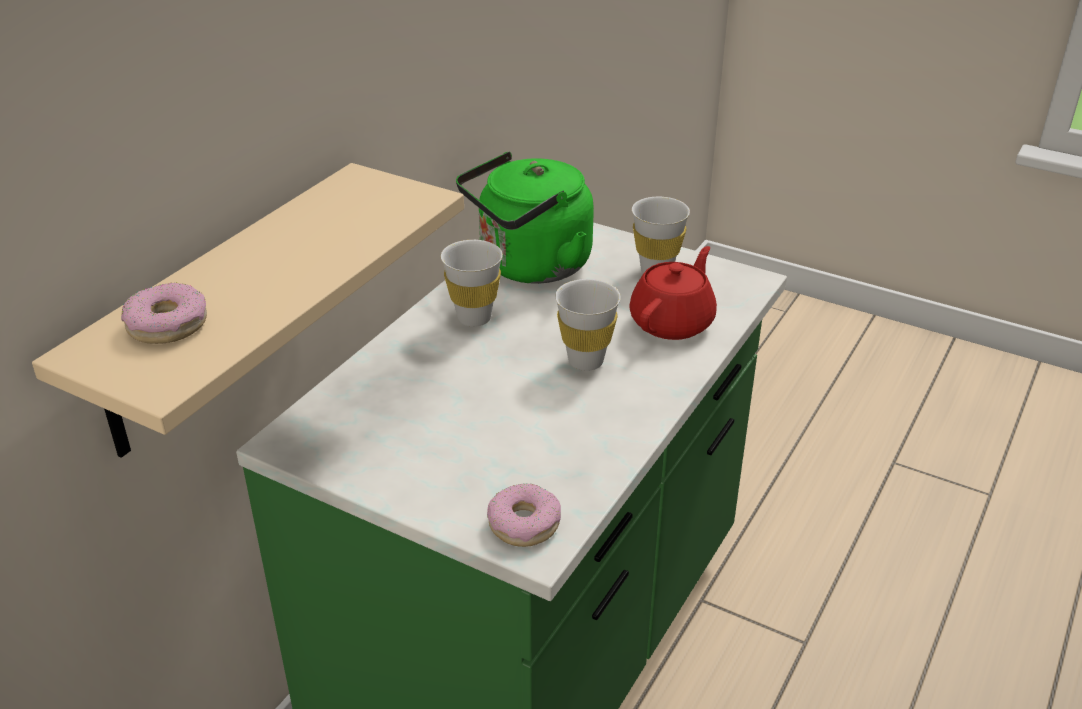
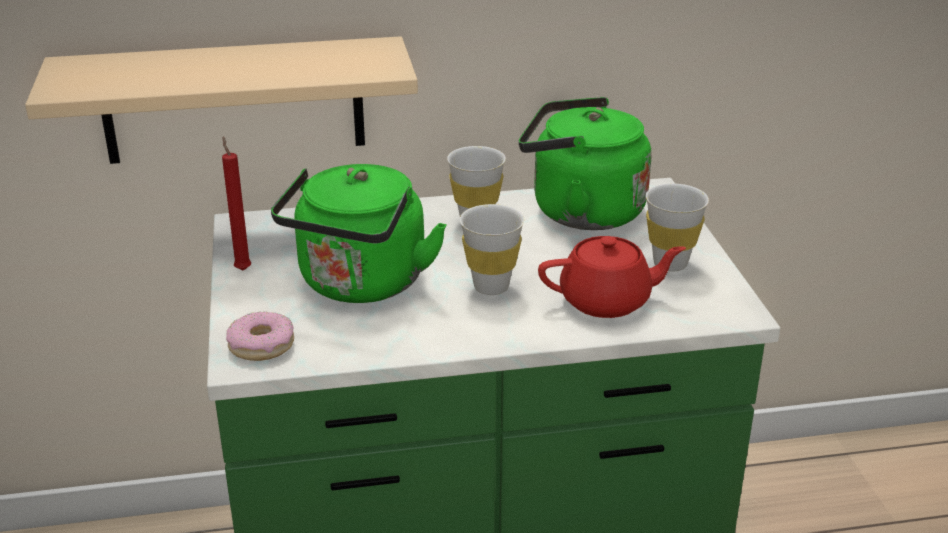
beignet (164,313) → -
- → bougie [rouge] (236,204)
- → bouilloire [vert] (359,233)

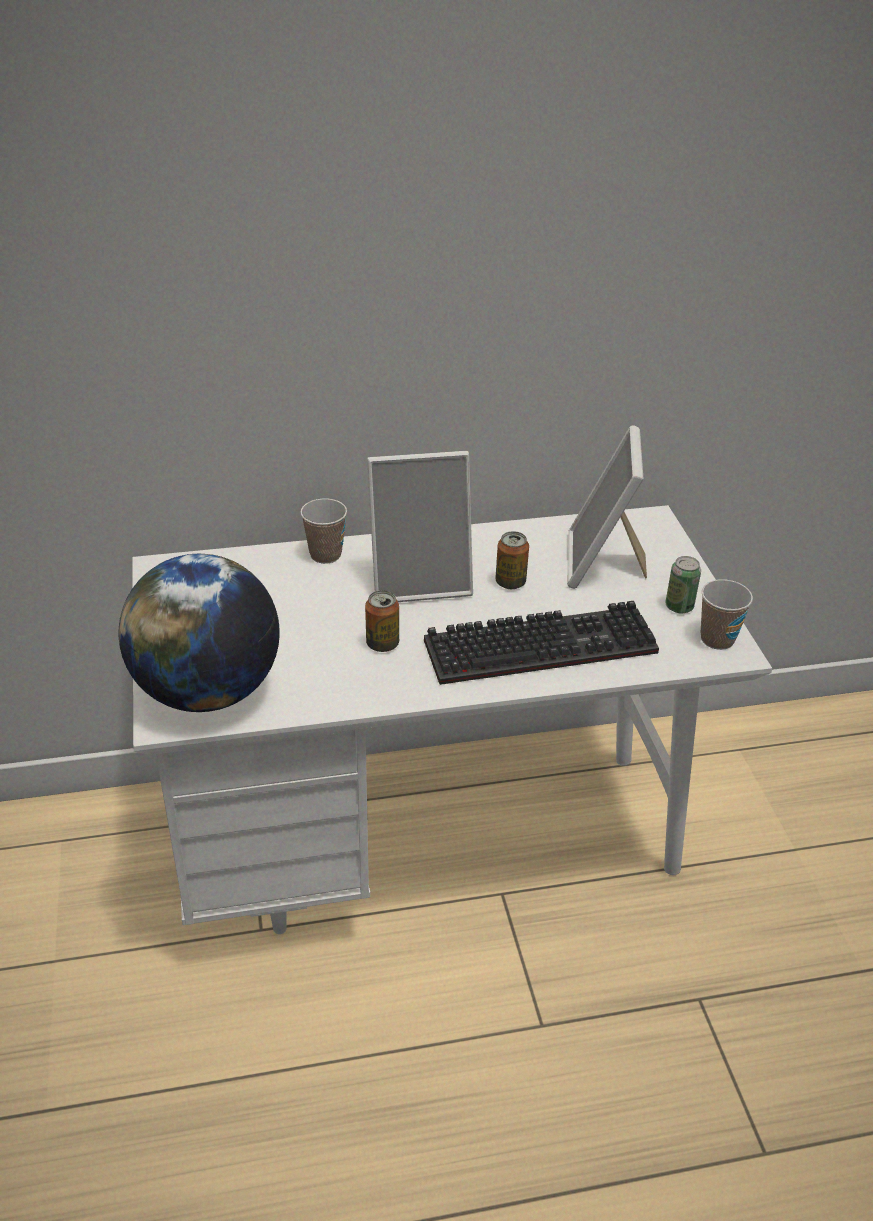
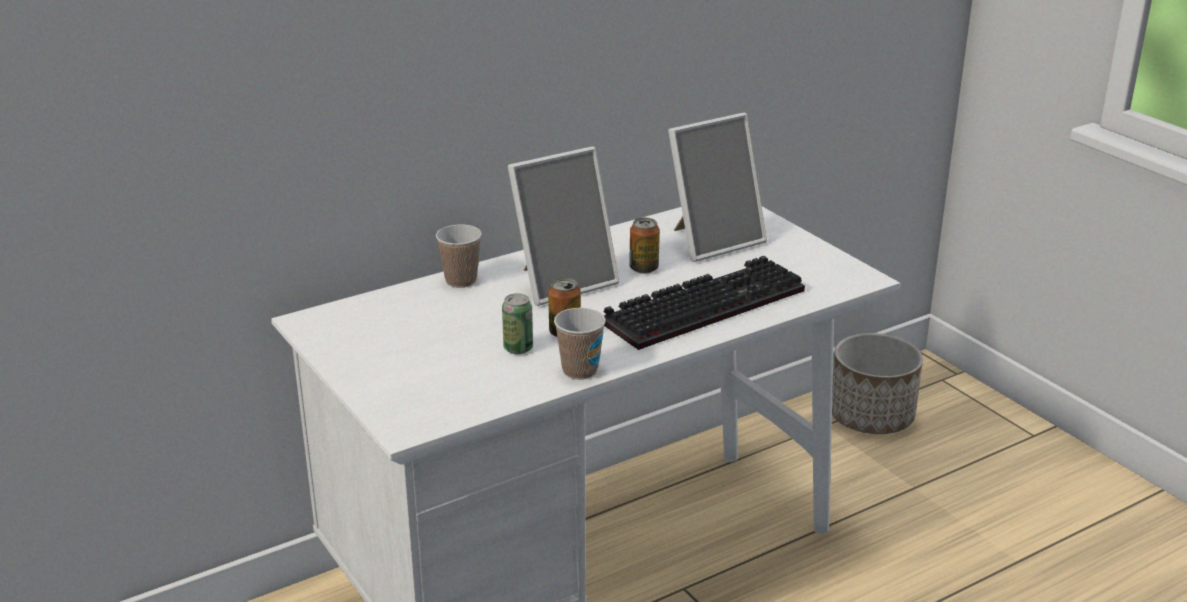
cadre photo (607,507) → cadre photo (717,187), 105 degrees counterclockwise
globe (199,633) → -
boîte métallique (683,584) → boîte métallique (517,323), shifted
tasse (727,614) → tasse (580,344), shifted
- → cache-pot (877,383)

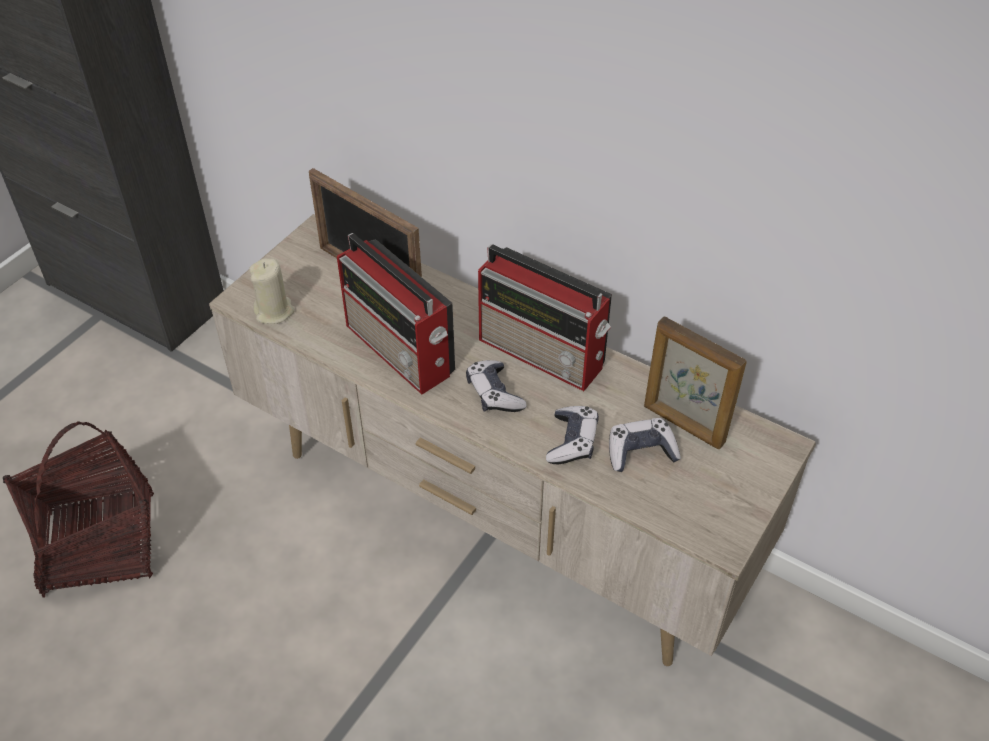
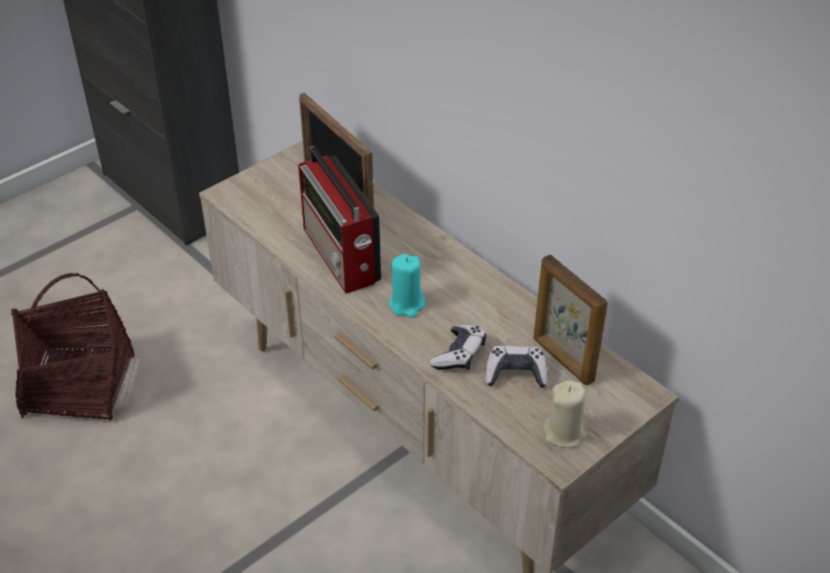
radio (545,317) → -
bougie [beige] (272,291) → bougie [beige] (564,414), shifted
manette (496,386) → bougie [turquoise] (407,286)

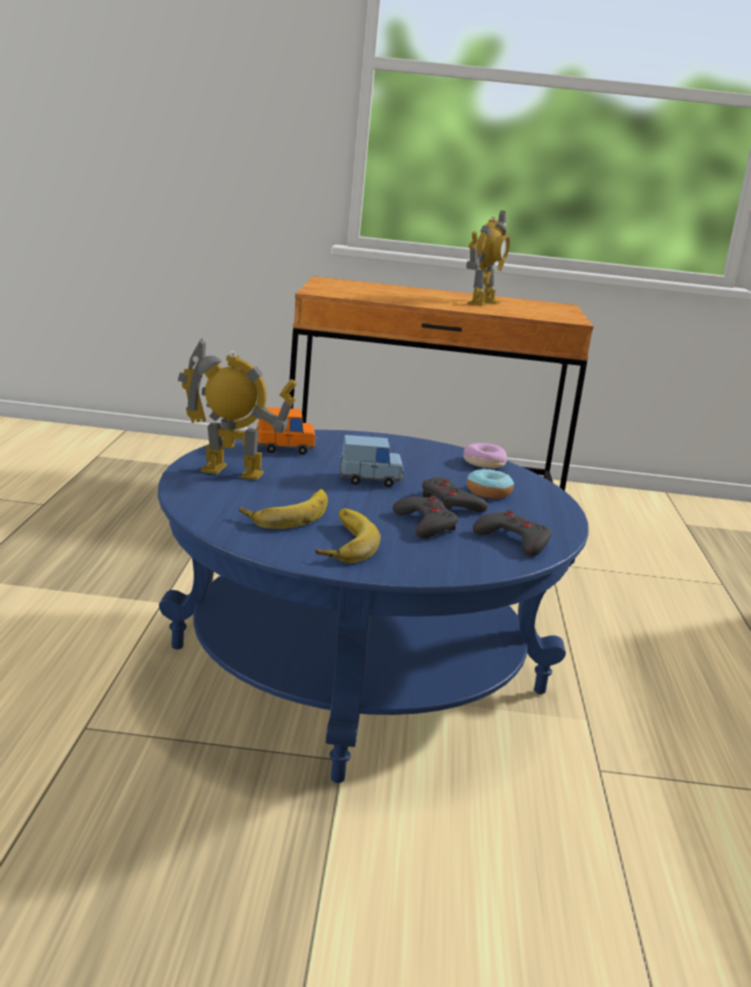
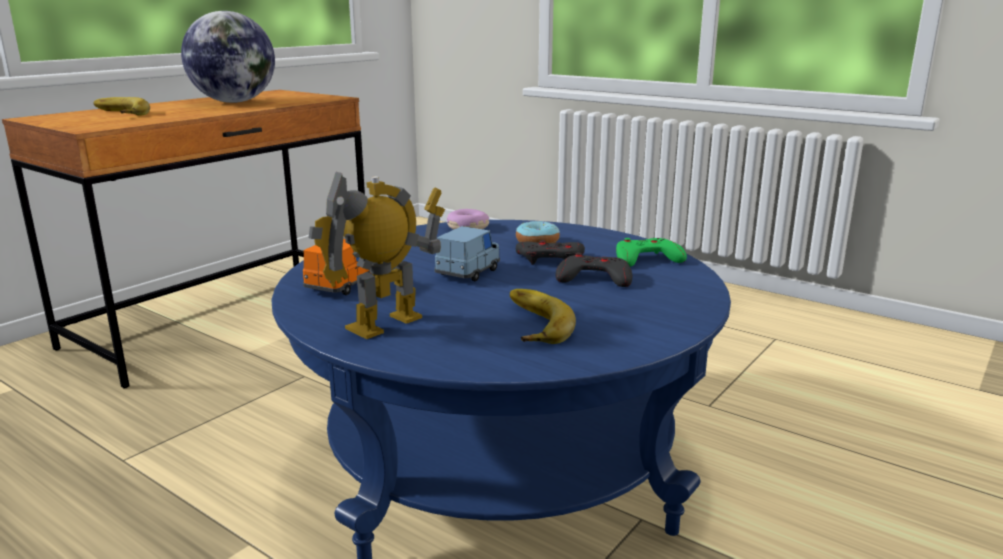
robot jouet (488,258) → globe (228,57)
banane (348,536) → banane (122,106), shifted
manette [gris] (512,533) → manette [vert] (651,252)

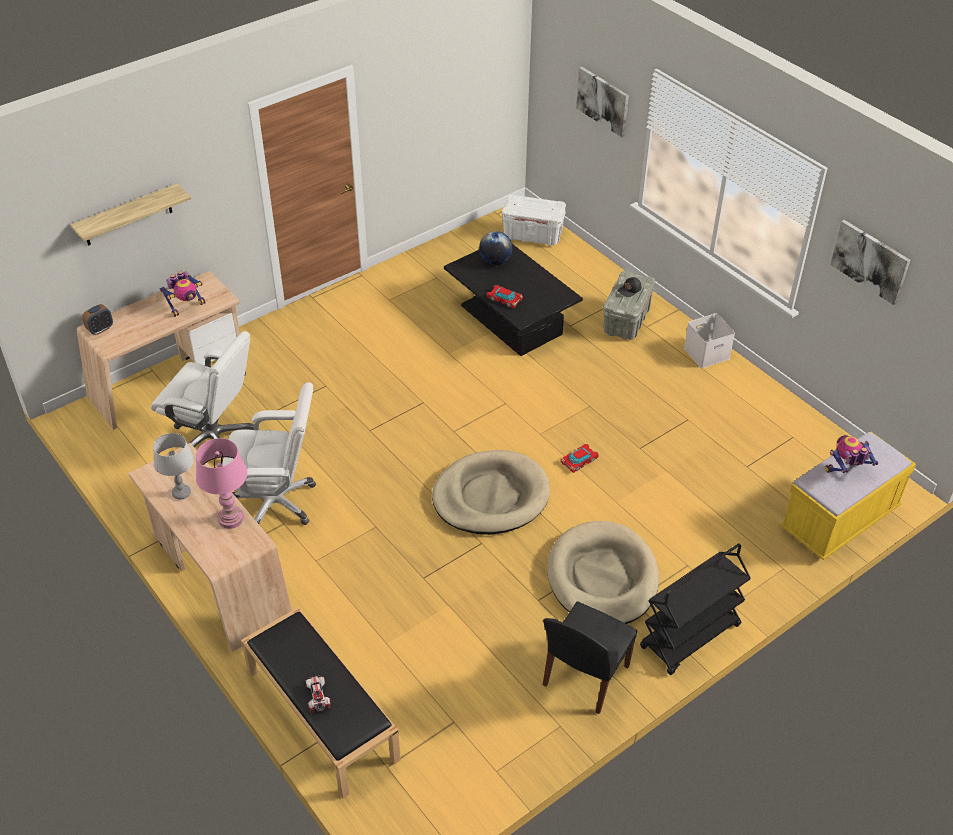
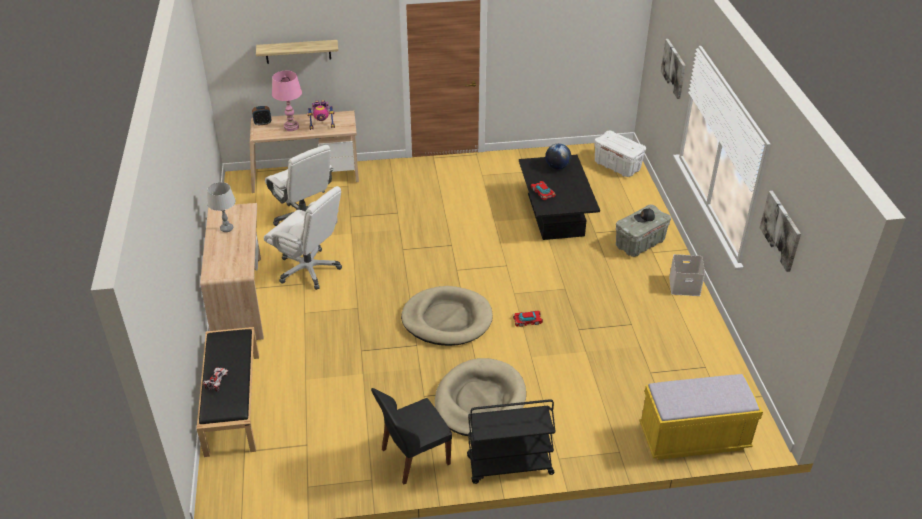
robot jouet (851,454) → -
lampe de table [rose] (221,483) → lampe de table [rose] (287,101), shifted

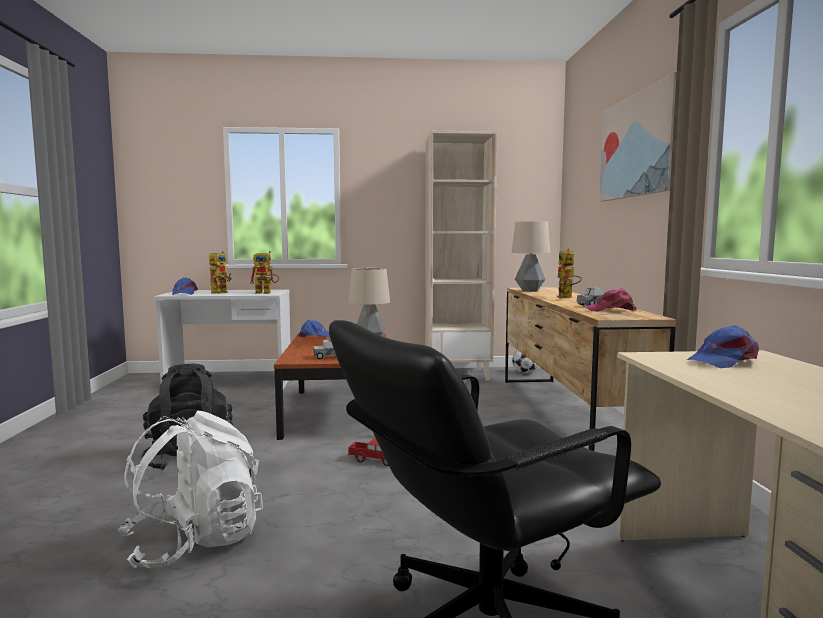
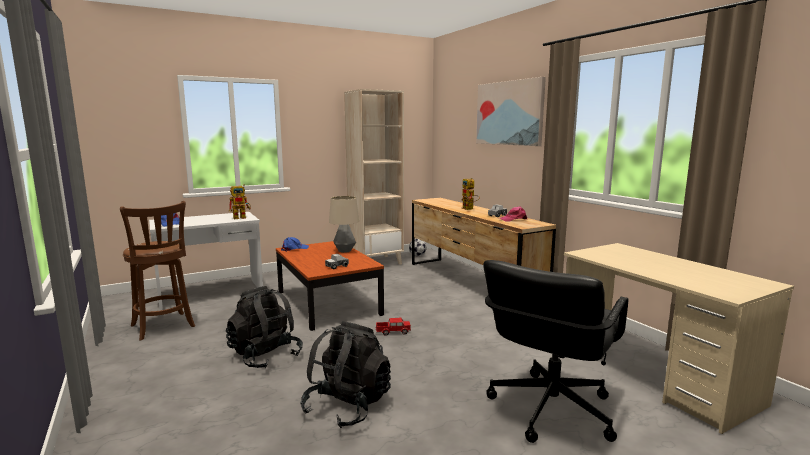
lampe de table (530,256) → -
robot jouet (220,272) → -
casquette [bleu] (723,346) → -
sac à dos [blanc] (190,489) → sac à dos [noir] (345,374)
- → tabouret [marron] (157,270)

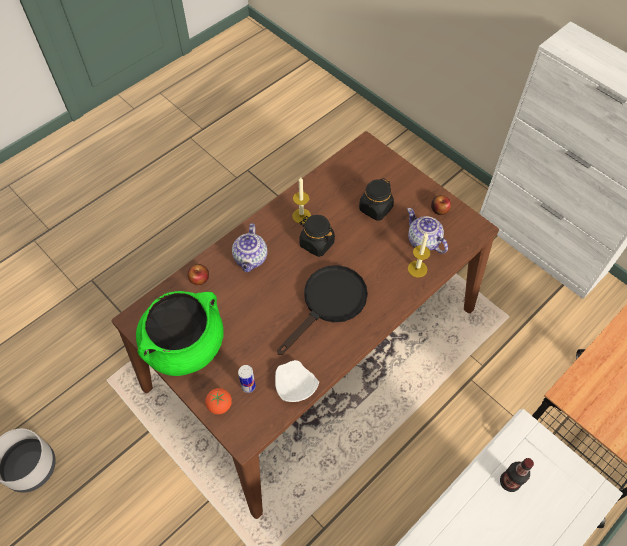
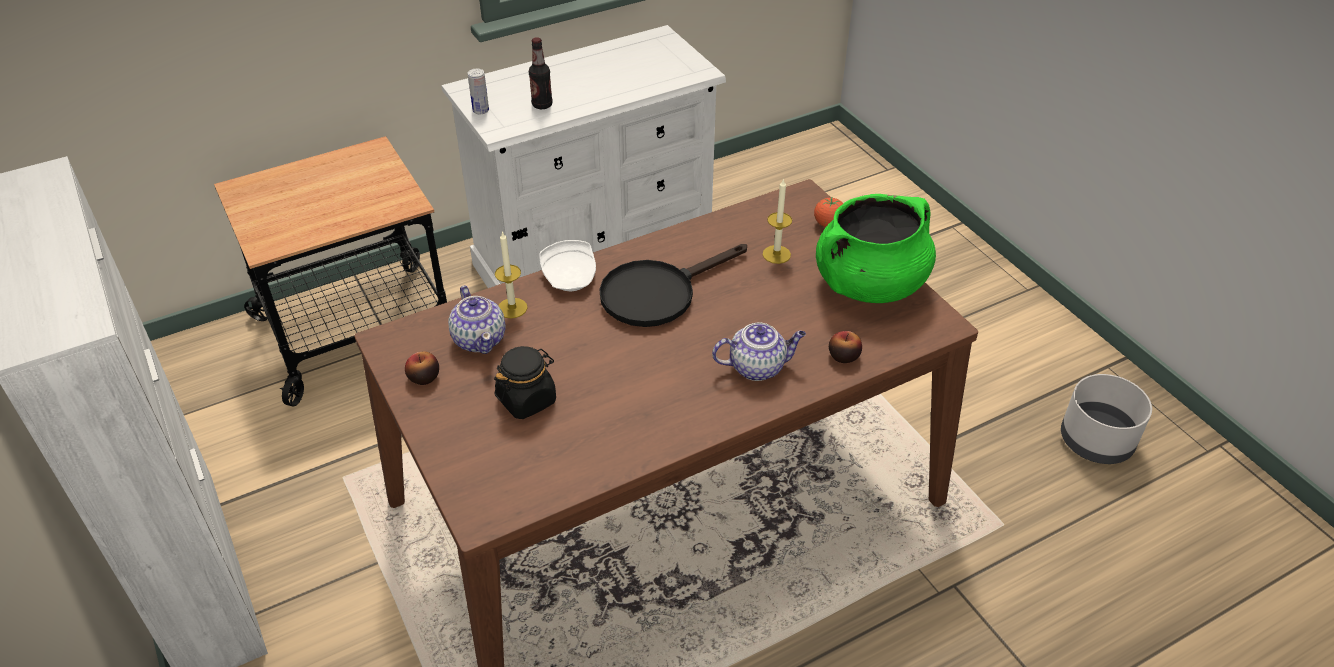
bougie (301,200) → bougie (777,221), shifted
bocal [noir] (317,236) → -
théière (250,247) → théière (759,352), 60 degrees clockwise
assiette [blanc] (297,381) → assiette [blanc] (567,265), shifted
boîte métallique (247,379) → boîte métallique (478,91), shifted

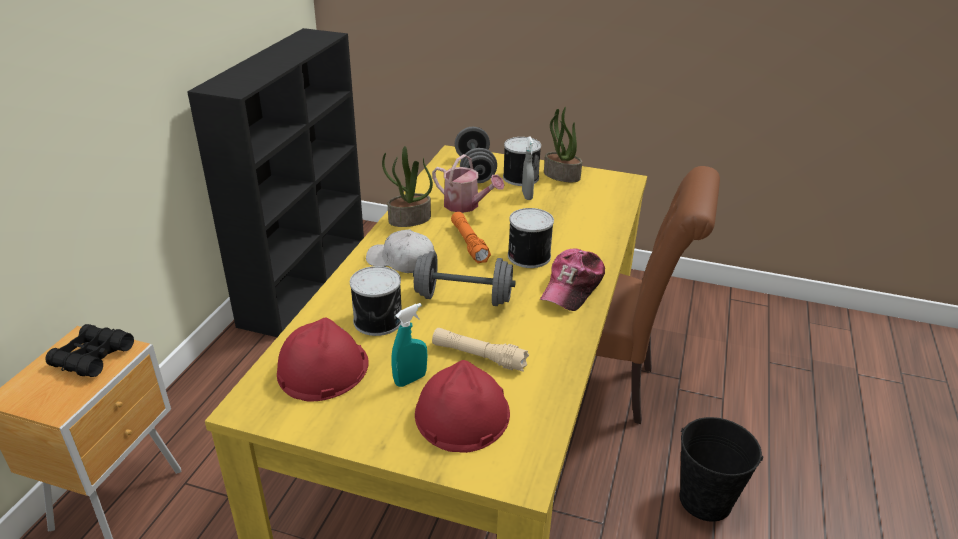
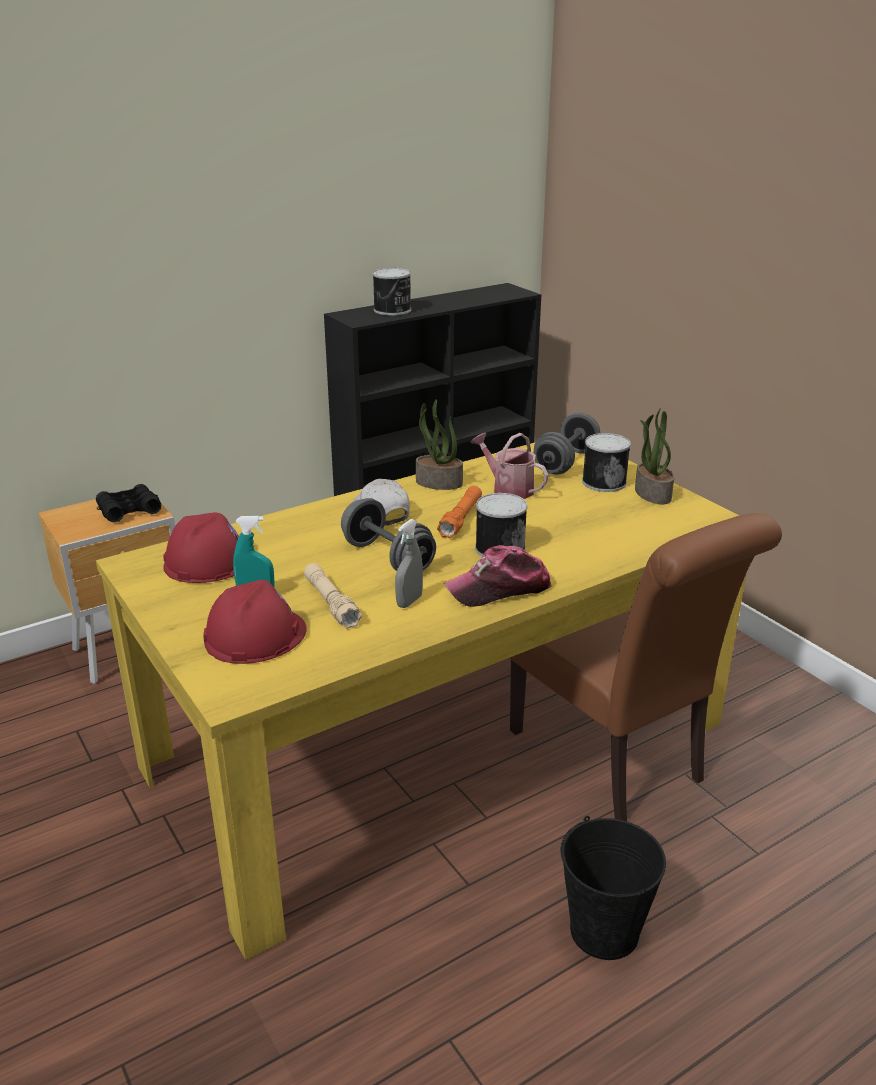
vaporisateur [gris] (528,168) → vaporisateur [gris] (409,563), shifted
arrosoir (468,183) → arrosoir (509,466), 150 degrees clockwise
boîte métallique (376,301) → boîte métallique (392,291), shifted

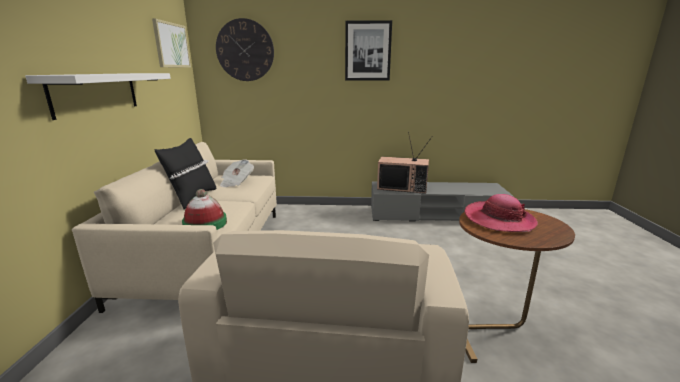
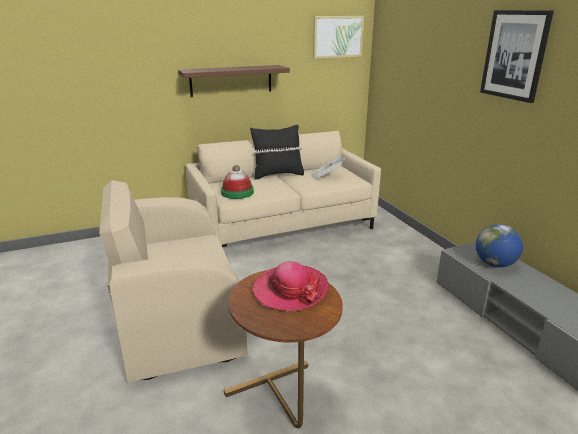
horloge murale (245,49) → -
étagère [blanc] (98,96) → étagère [marron] (234,81)
téléviseur (405,163) → globe (499,245)

